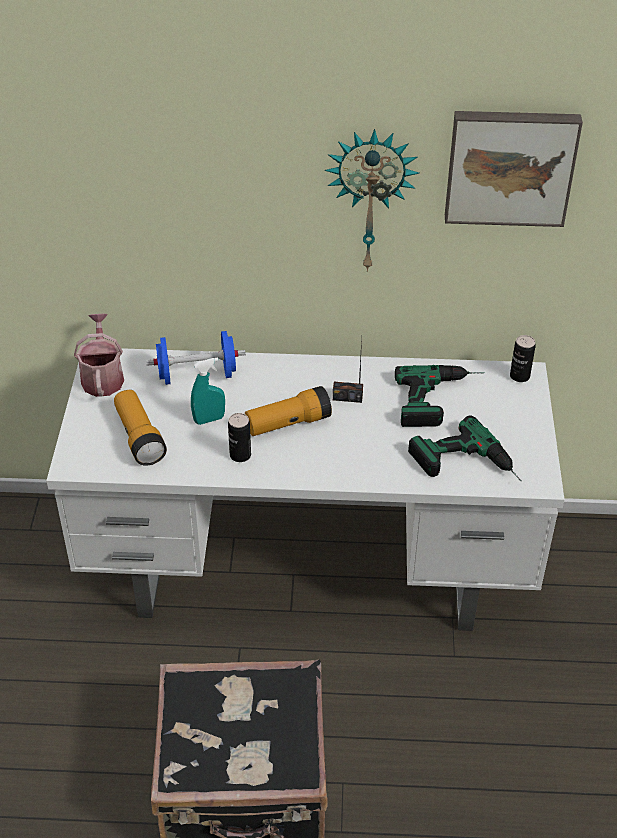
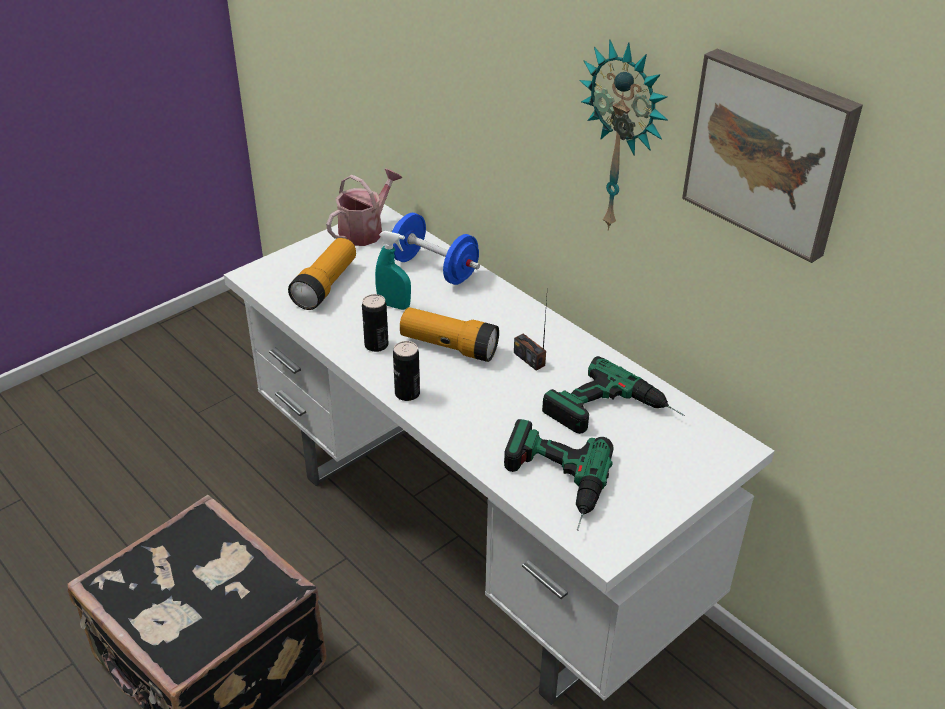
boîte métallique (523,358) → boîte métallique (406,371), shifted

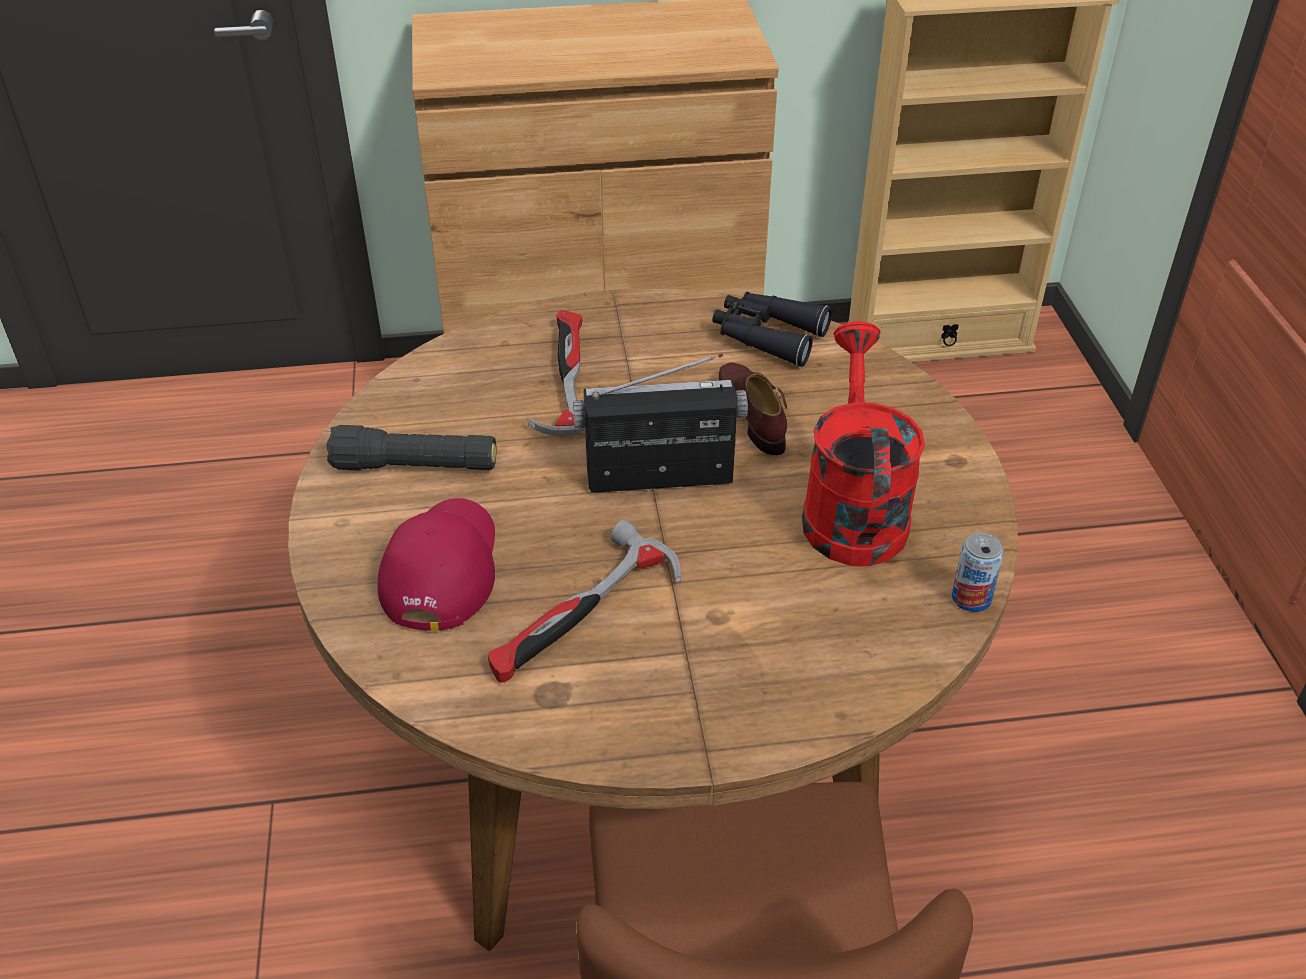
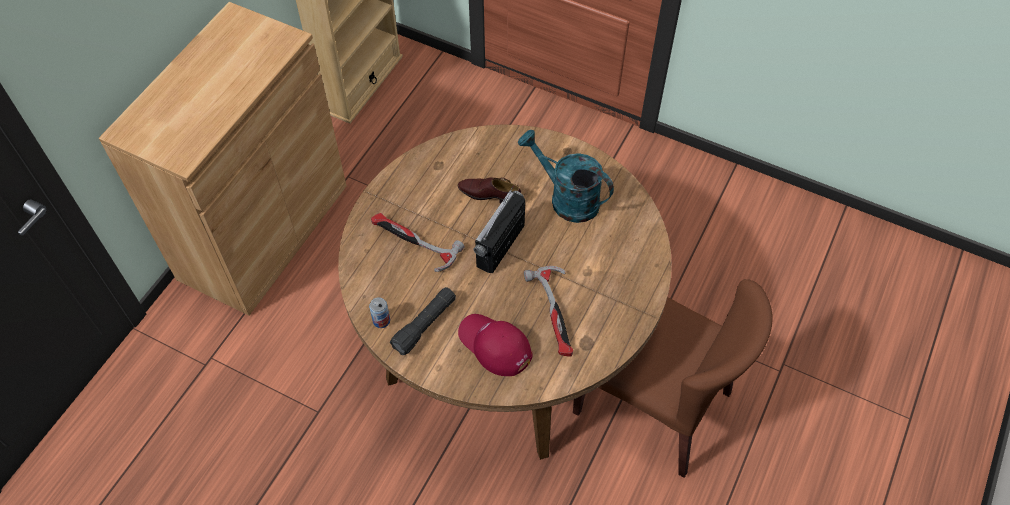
jumelles [noir] (772,329) → -
arrosoir [rouge] (863,444) → arrosoir [turquoise] (566,176)
boîte métallique (978,572) → boîte métallique (379,312), shifted

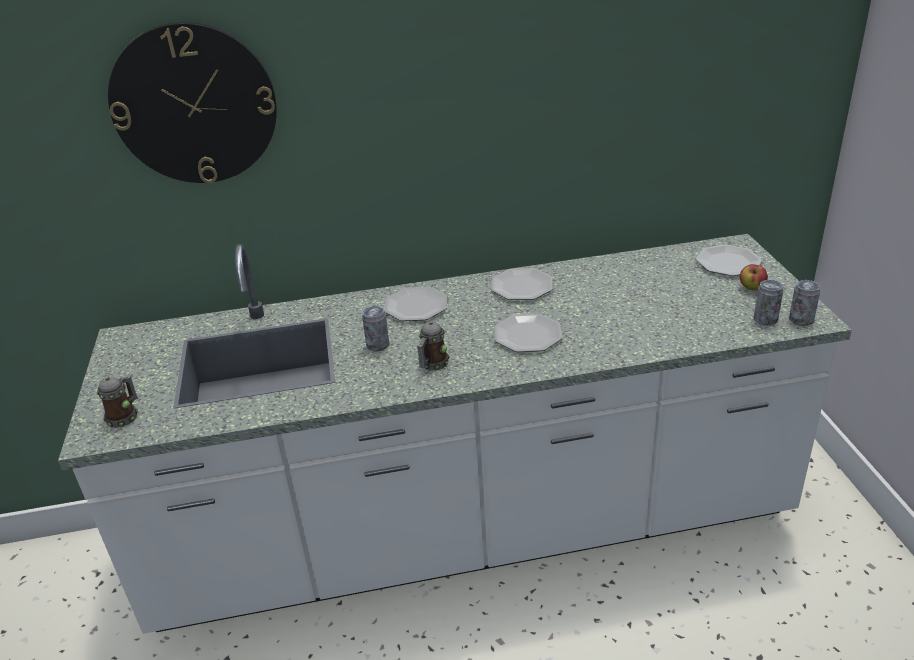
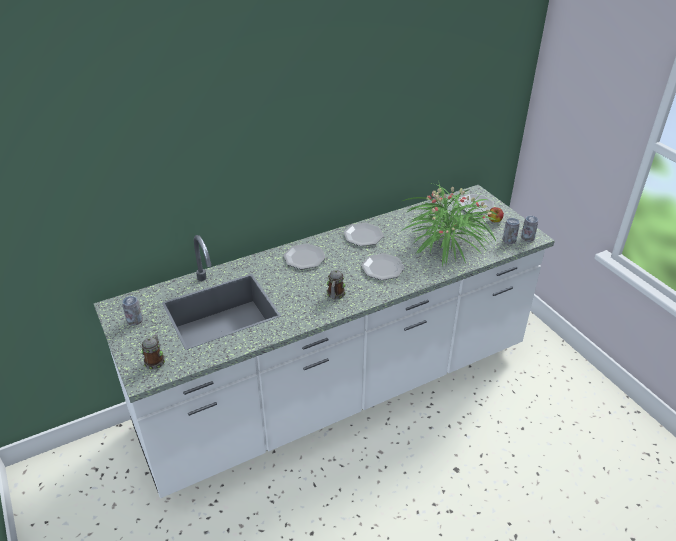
horloge murale (192,102) → -
boîte métallique (376,328) → boîte métallique (132,311), shifted
- → plante en pot (449,223)

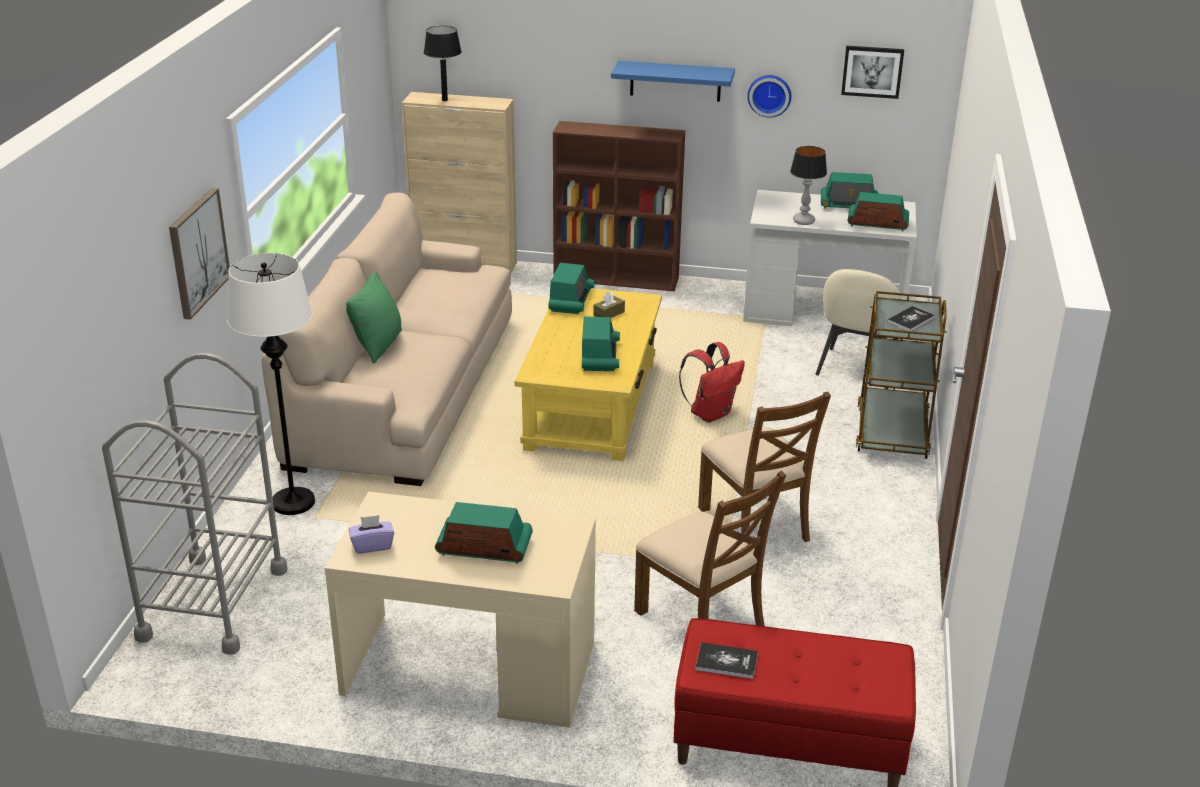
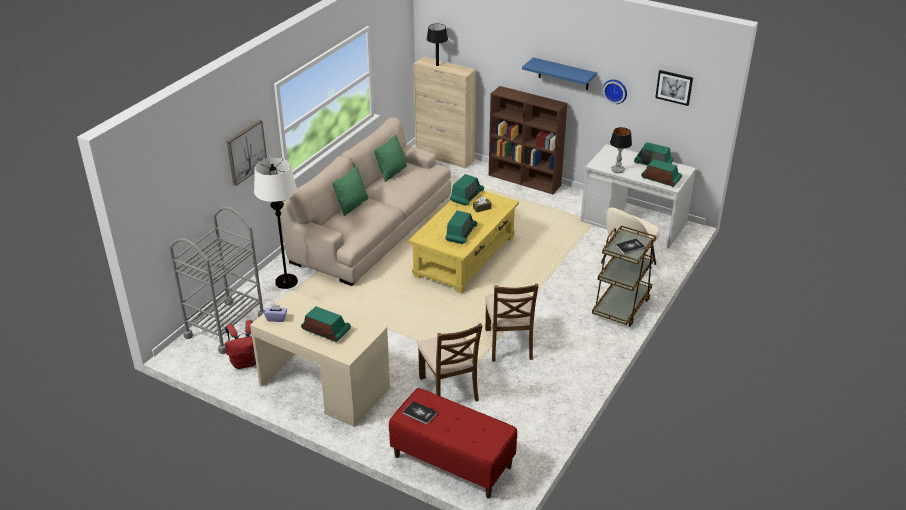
sac à dos [rouge] (712,382) → sac à dos [rouge] (240,344), shifted
- → coussin [vert] (390,158)

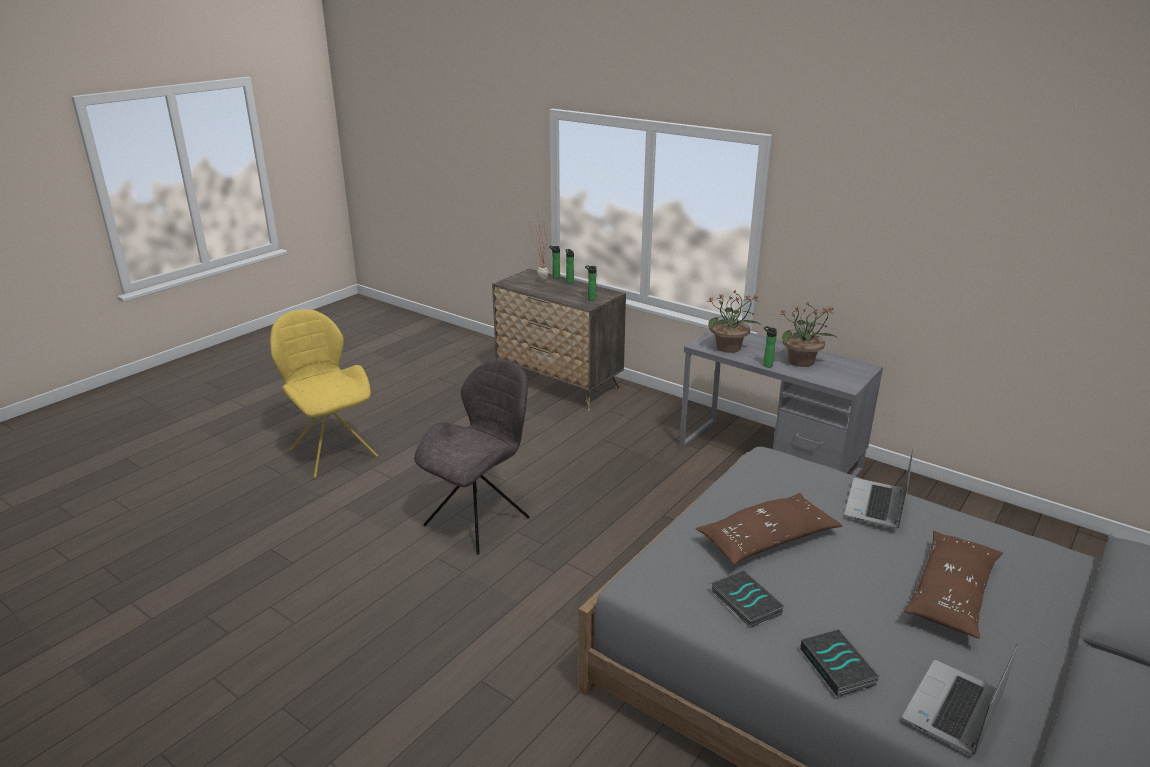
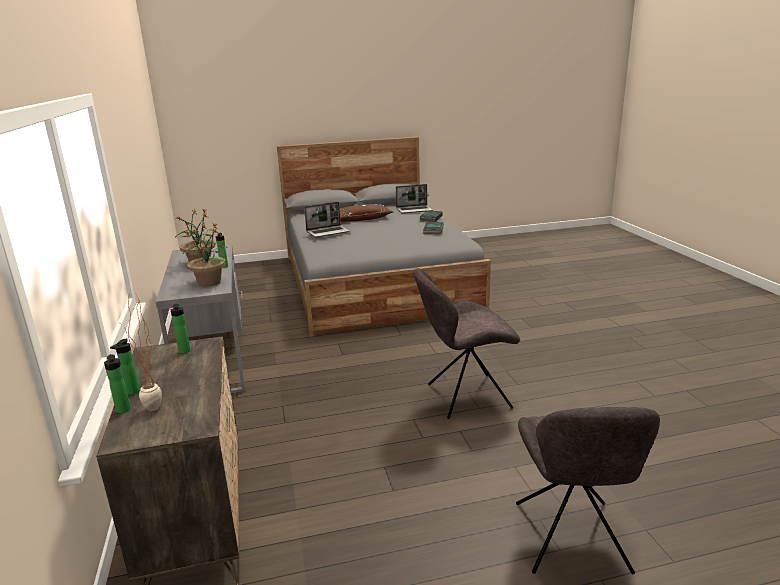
chaise [jaune] (324,394) → chaise [gris] (588,490)
coussin [marron] (769,529) → -

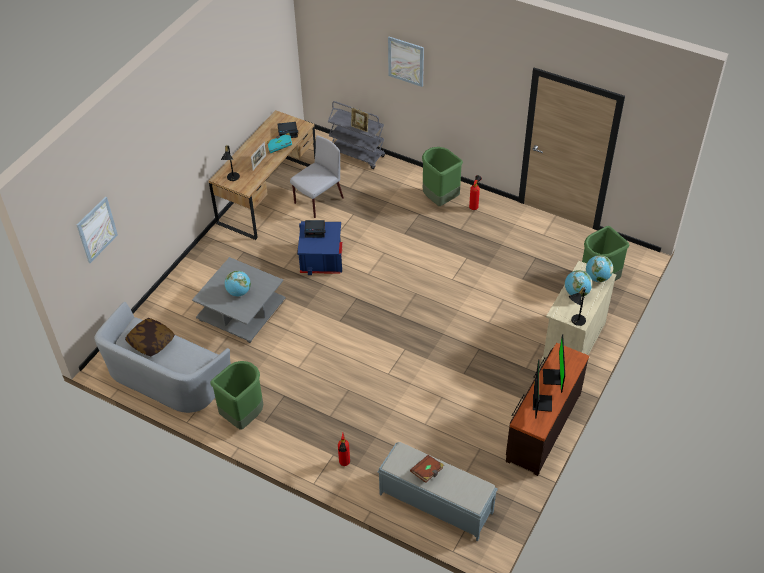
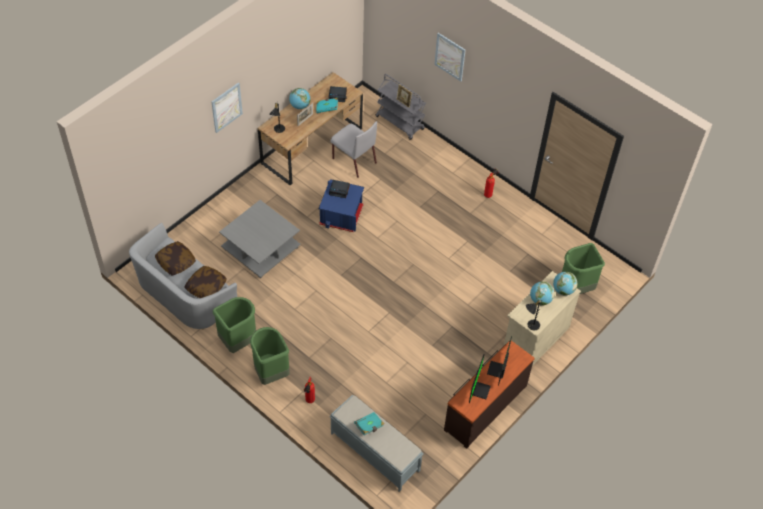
chaise [gris] (317,176) → chaise [gris] (353,149), 75 degrees clockwise
poubelle [vert] (442,176) → poubelle [vert] (270,356), shifted
tableau (97,229) → tableau (227,107), shifted
globe (238,283) → globe (299,98), shifted
livre [marron] (427,469) → livre [turquoise] (369,423)
- → coussin (205,282)

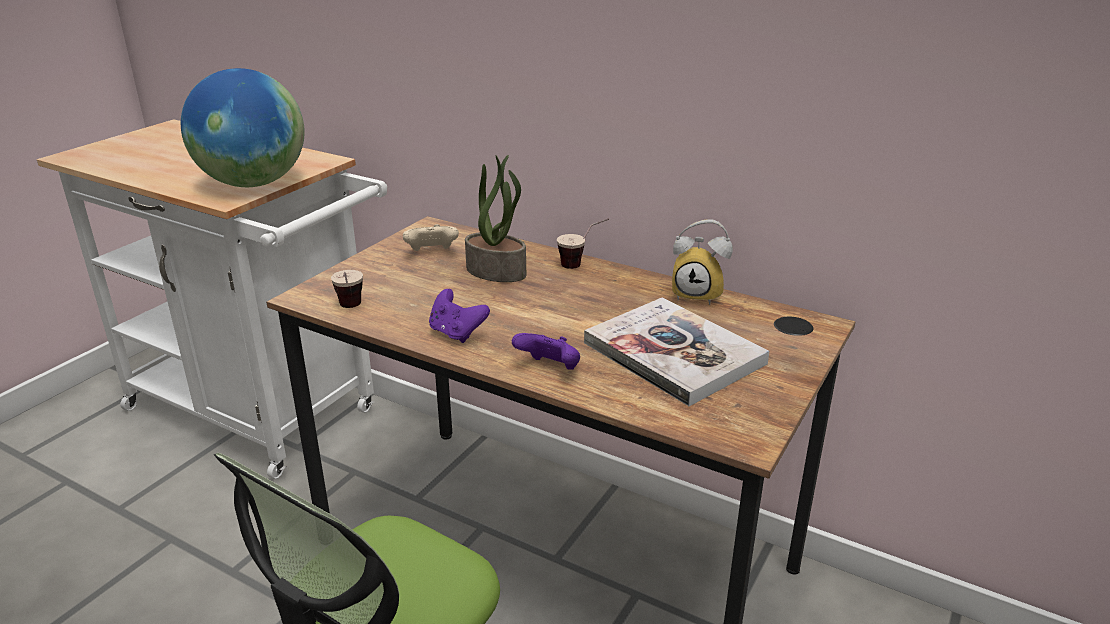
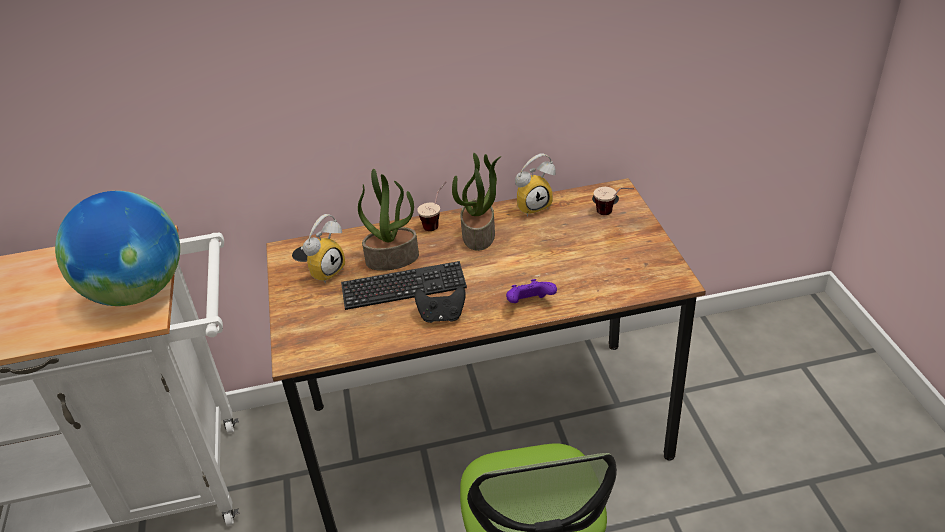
manette [beige] (431,237) → réveil (322,248)
tasse (347,289) → tasse (614,201), shifted
manette [violet] (459,316) → manette [noir] (440,304)
livre (676,351) → -
- → plante en pot (477,202)
- → clavier (404,285)

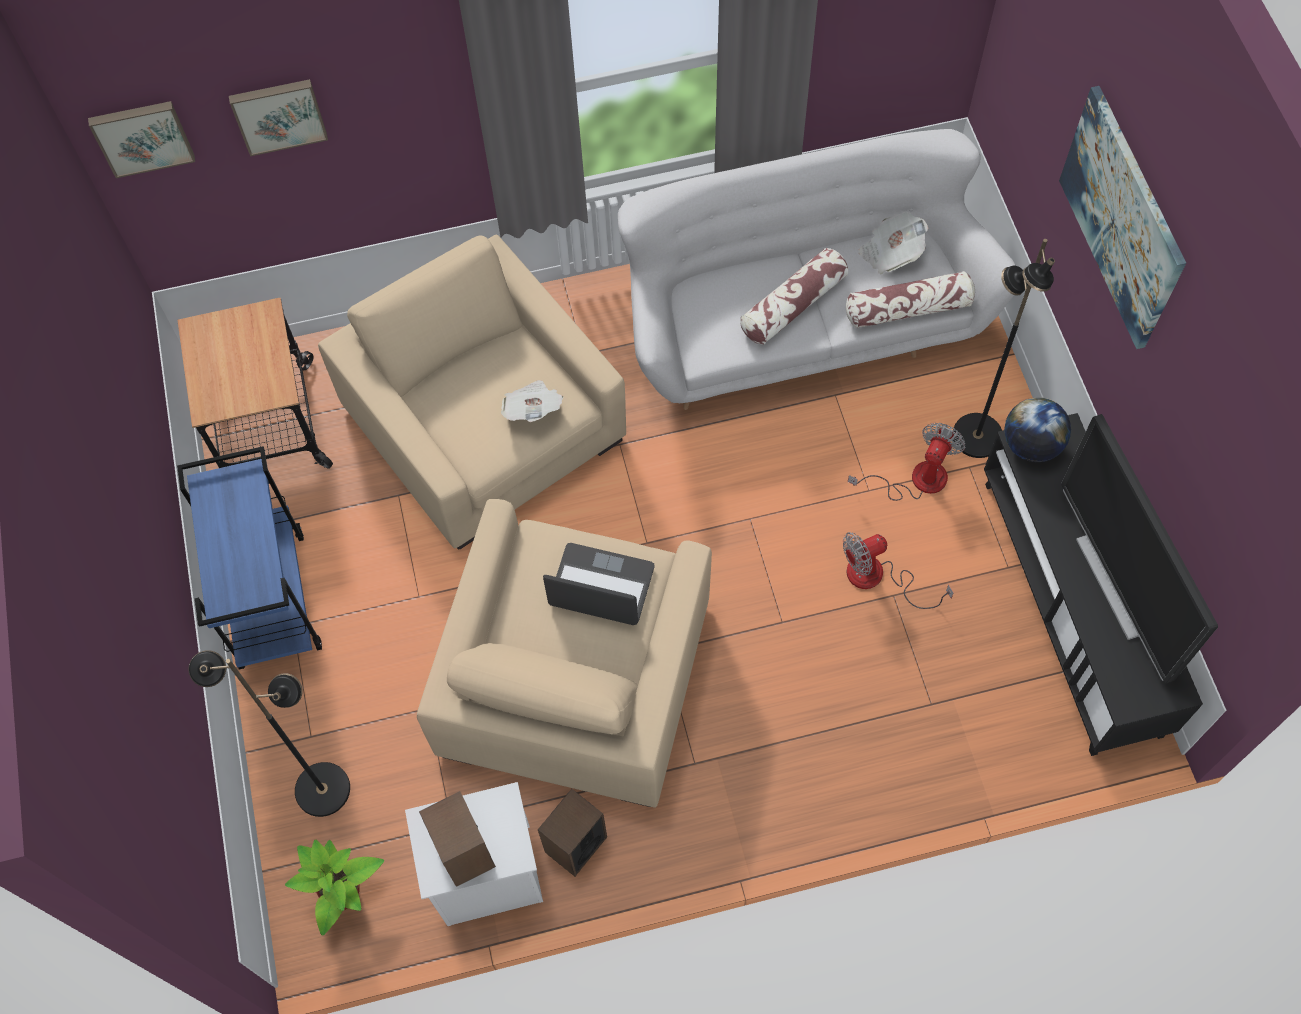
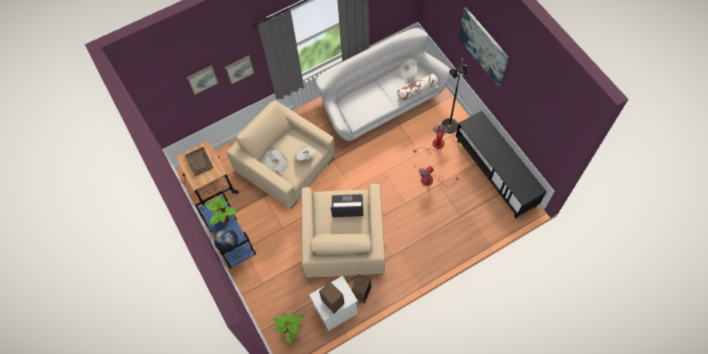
tableau (141,139) → tableau (240,70), shifted
coussin (794,296) → -
globe (1037,429) → globe (226,240), shifted
téléviseur (1139,549) → -
lampadaire [noir] (269,733) → -
- → plateau [marron] (199,161)
- → journal (277,162)
- → plante en pot (222,210)

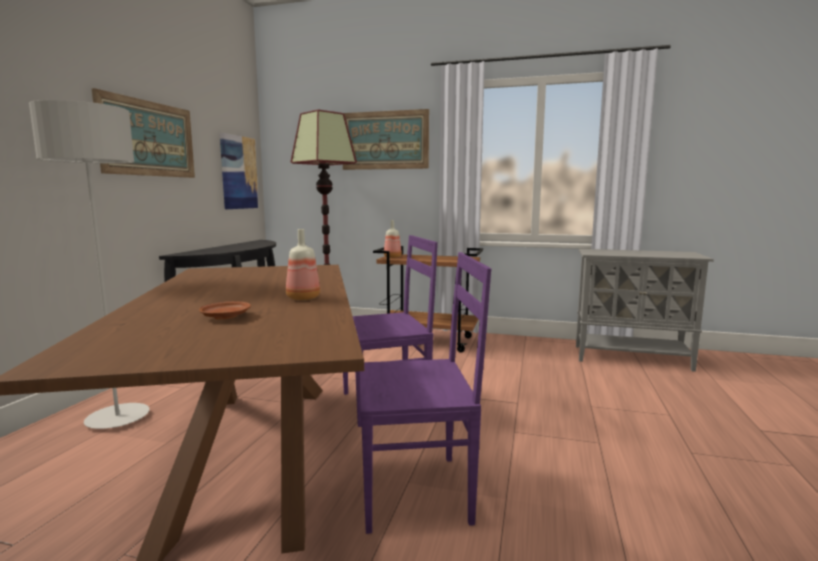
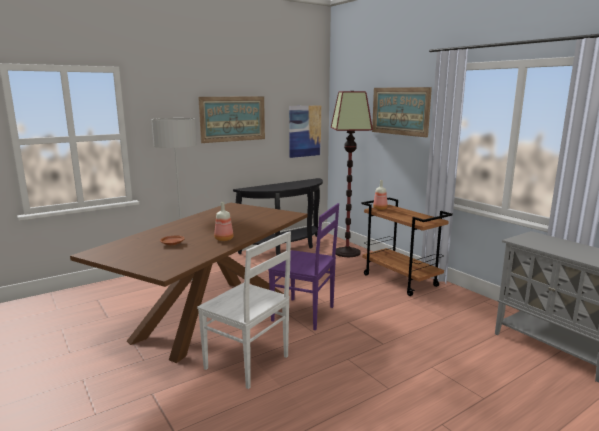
chaise [violet] (425,393) → chaise [blanc] (244,310)

